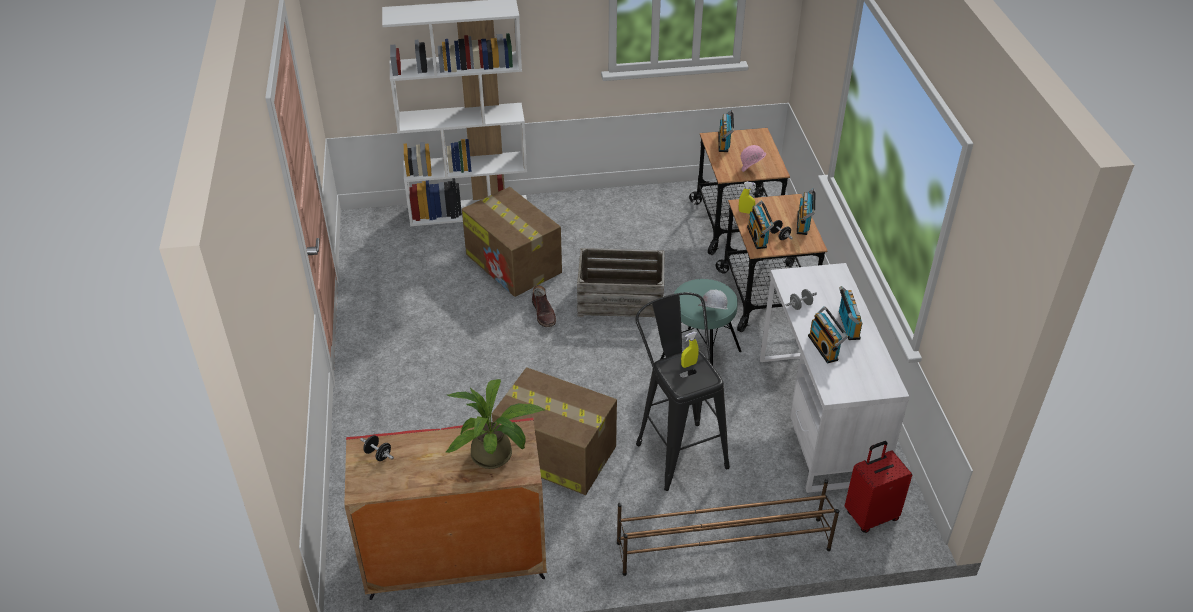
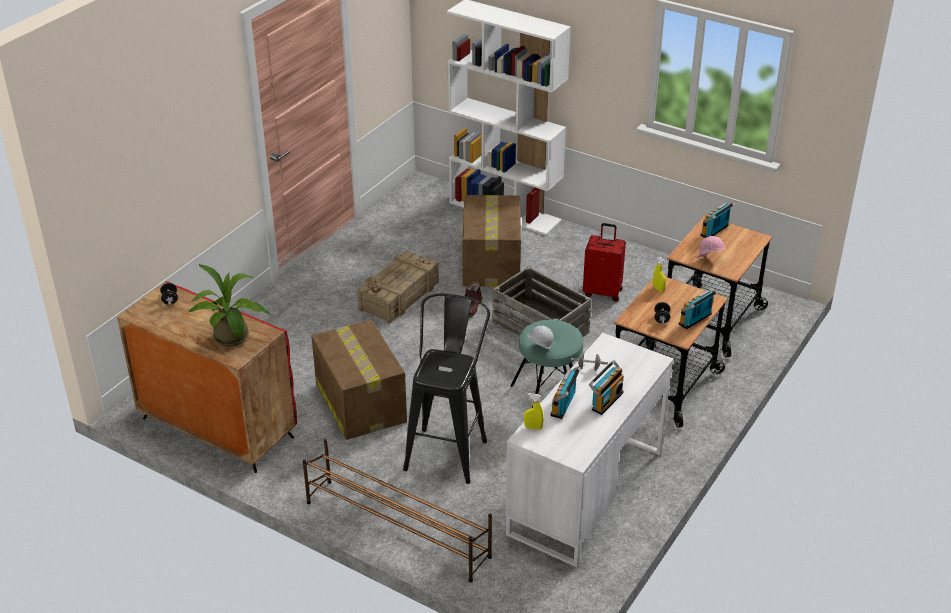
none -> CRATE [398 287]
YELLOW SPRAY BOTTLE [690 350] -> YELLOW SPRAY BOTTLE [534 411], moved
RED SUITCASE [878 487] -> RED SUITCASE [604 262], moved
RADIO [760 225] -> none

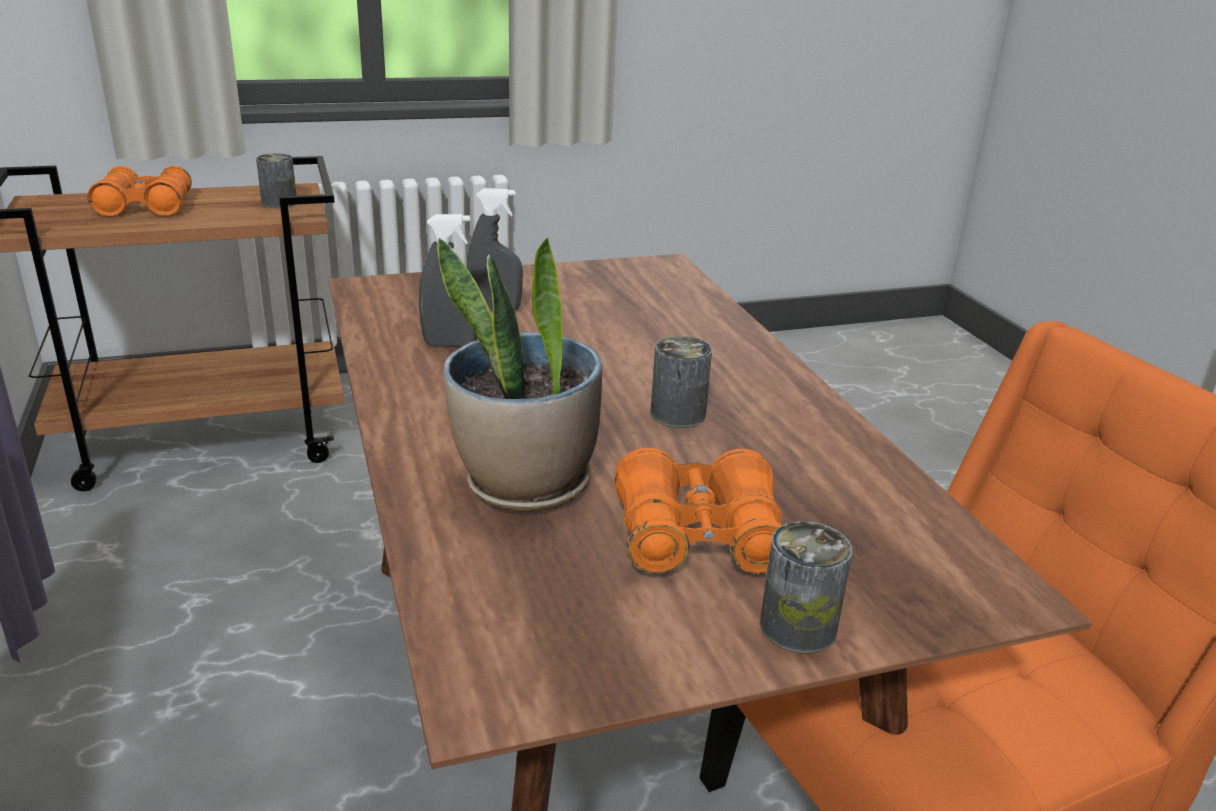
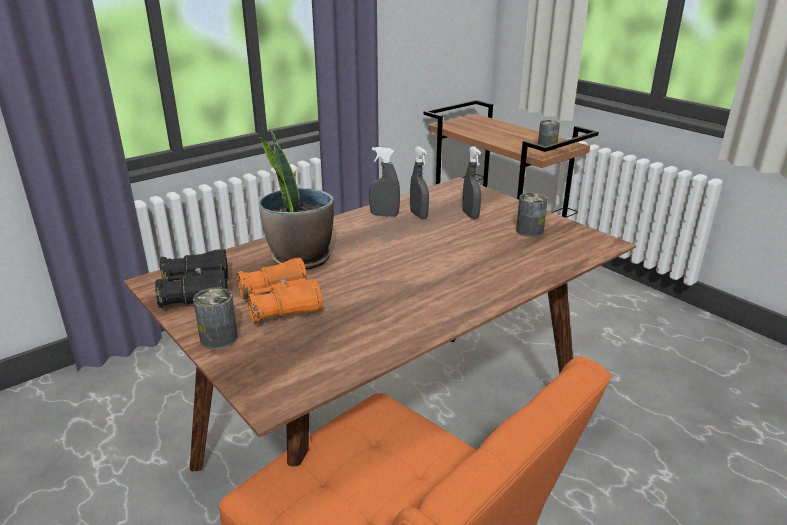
none -> BLACK BINOCULARS [191 278]
none -> GREY SPRAY BOTTLE [384 182]
CAN [681 382] -> CAN [532 215], moved
ORANGE BINOCULARS [139 191] -> none

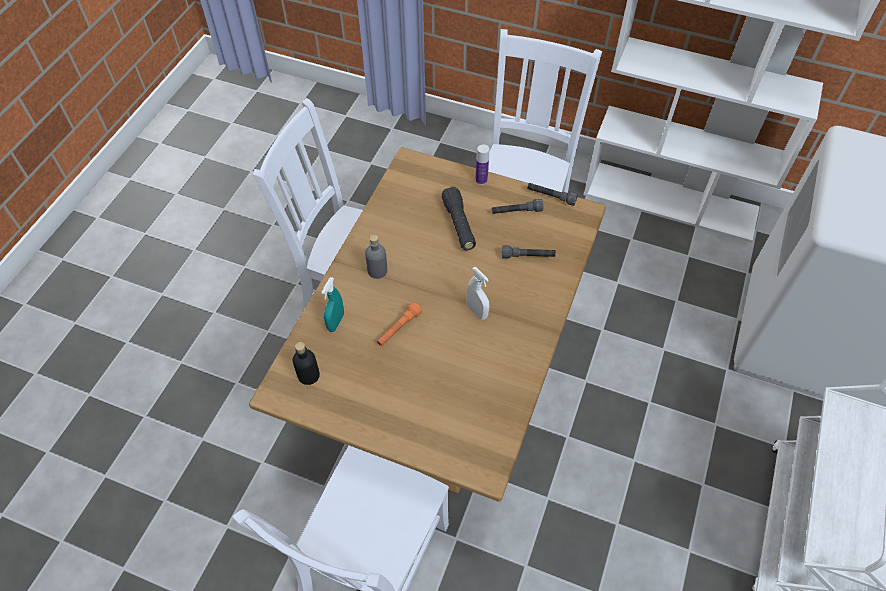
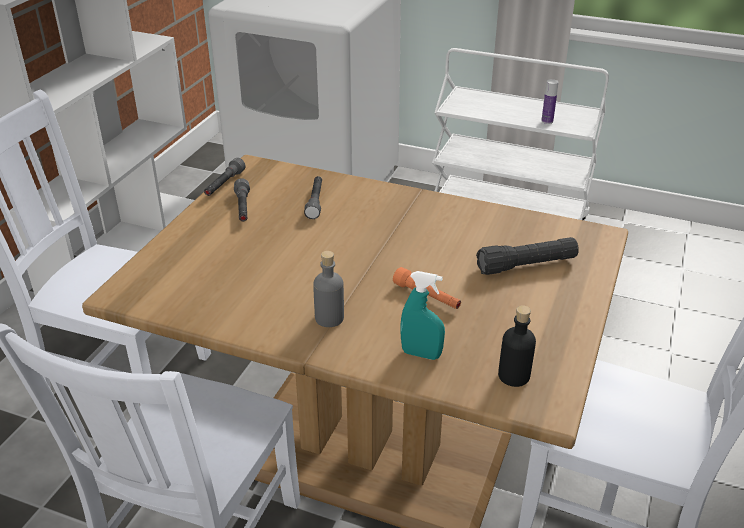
BLACK FLASHLIGHT [459 218] -> BLACK FLASHLIGHT [527 256], moved
BOTTLE [482 164] -> BOTTLE [549 101], moved
WHITE SPRAY BOTTLE [478 293] -> none

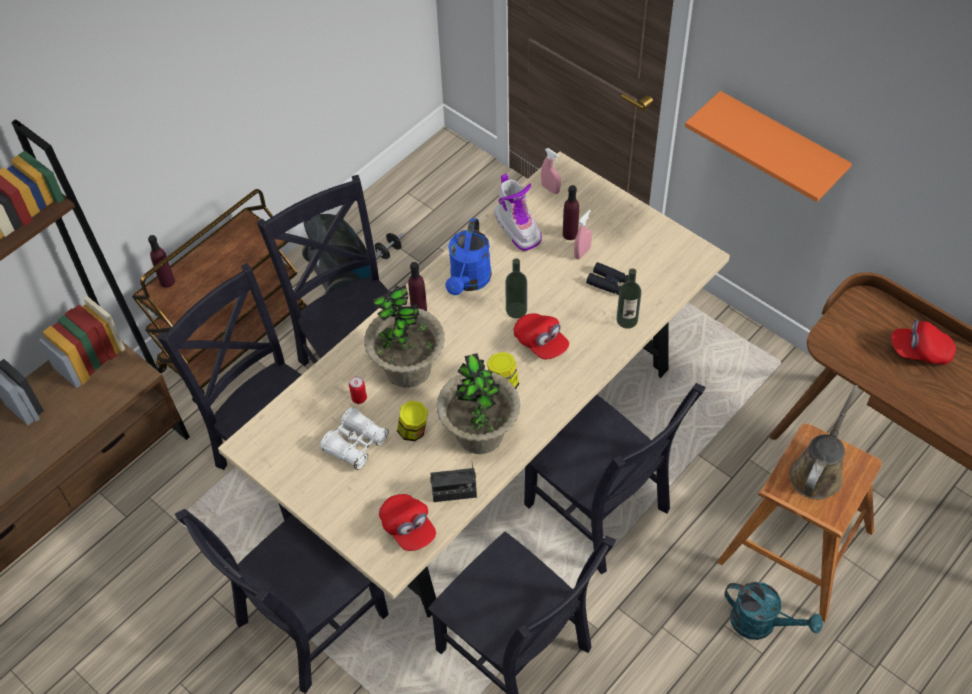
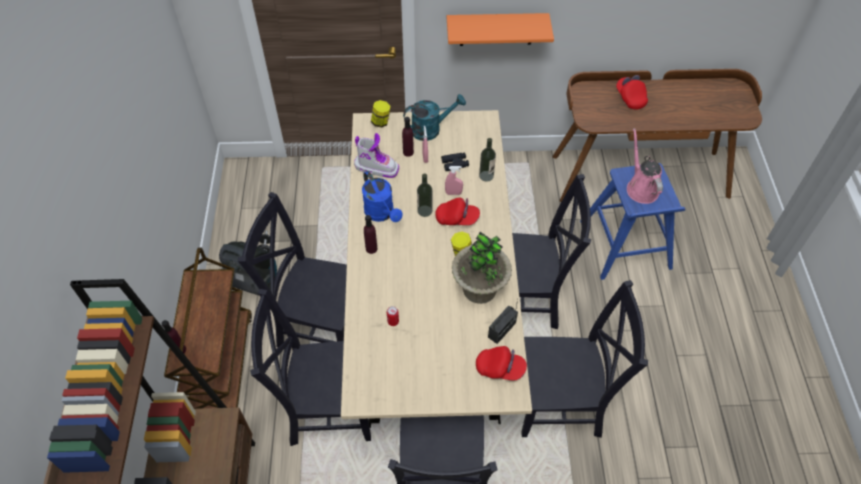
JAR [412 420] -> JAR [381 114], moved
TURQUOISE WATERING CAN [773 611] -> TURQUOISE WATERING CAN [434 117], moved
PINK SPRAY BOTTLE [551 171] -> PINK SPRAY BOTTLE [454 180], moved
BROWN STOOL [799 522] -> BLUE STOOL [633 221]
RED CAP [923 342] -> RED CAP [632 92], 105 degrees clockwise
BROWN WATERING CAN [823 442] -> PINK WATERING CAN [645 166]
WHITE BINOCULARS [354 438] -> none
POTTED PLANT [404 336] -> none

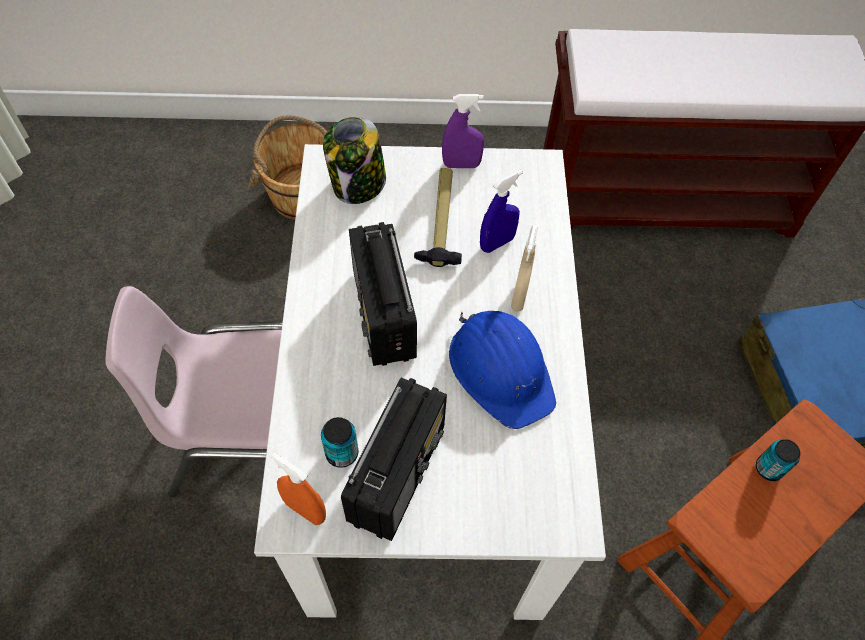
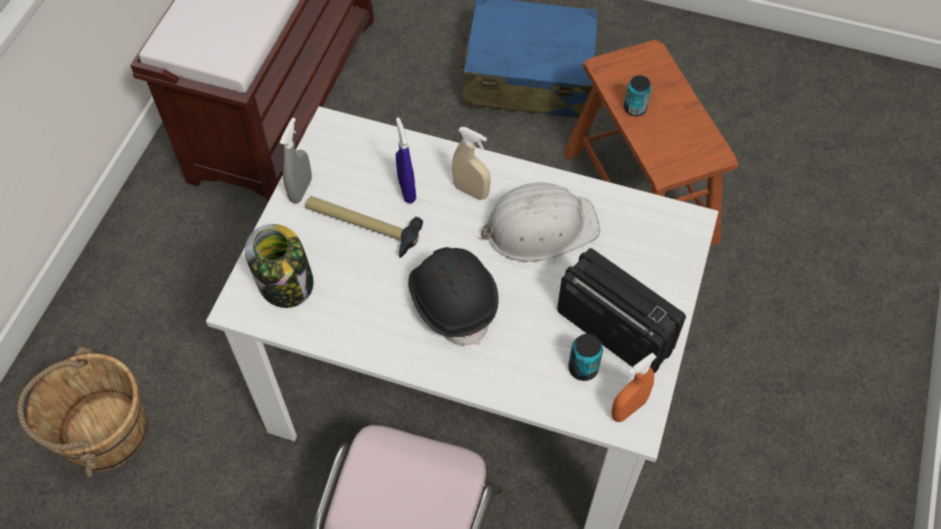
PURPLE SPRAY BOTTLE [463 131] -> GREY SPRAY BOTTLE [296 160]
RADIO [383 294] -> BLACK HARD HAT [453 296]
BLUE HARD HAT [502 370] -> WHITE HARD HAT [540 222]

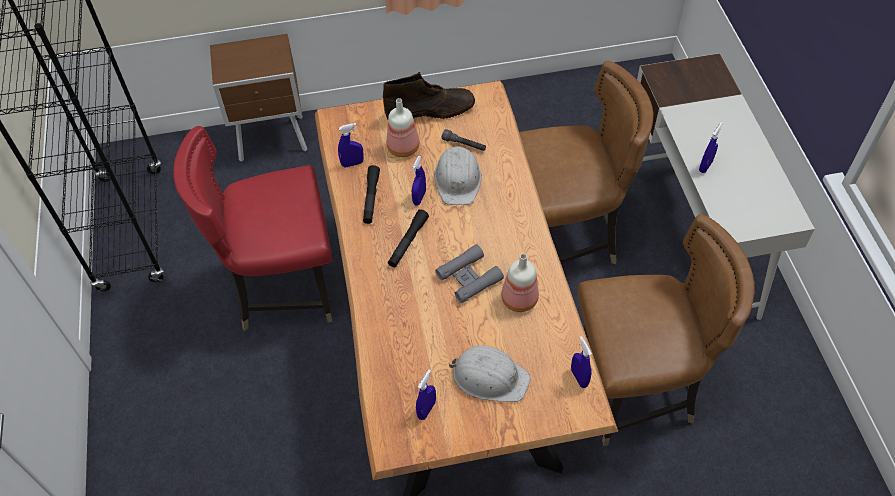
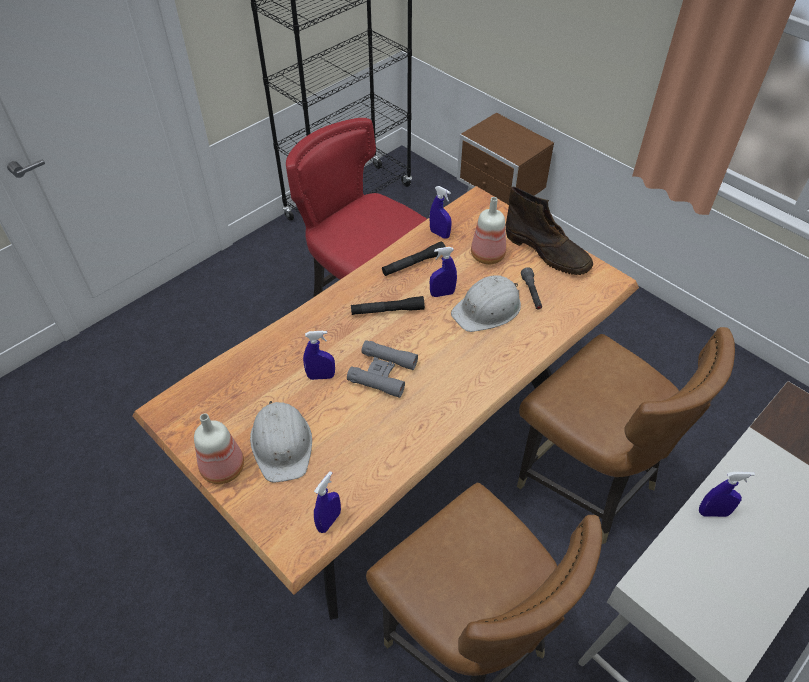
BOTTLE [520 283] -> BOTTLE [219 448], moved
BLUE SPRAY BOTTLE [426 394] -> BLUE SPRAY BOTTLE [319 355], moved

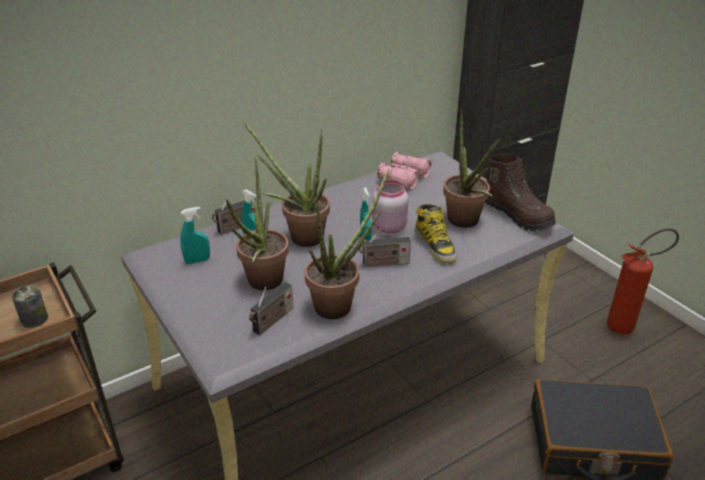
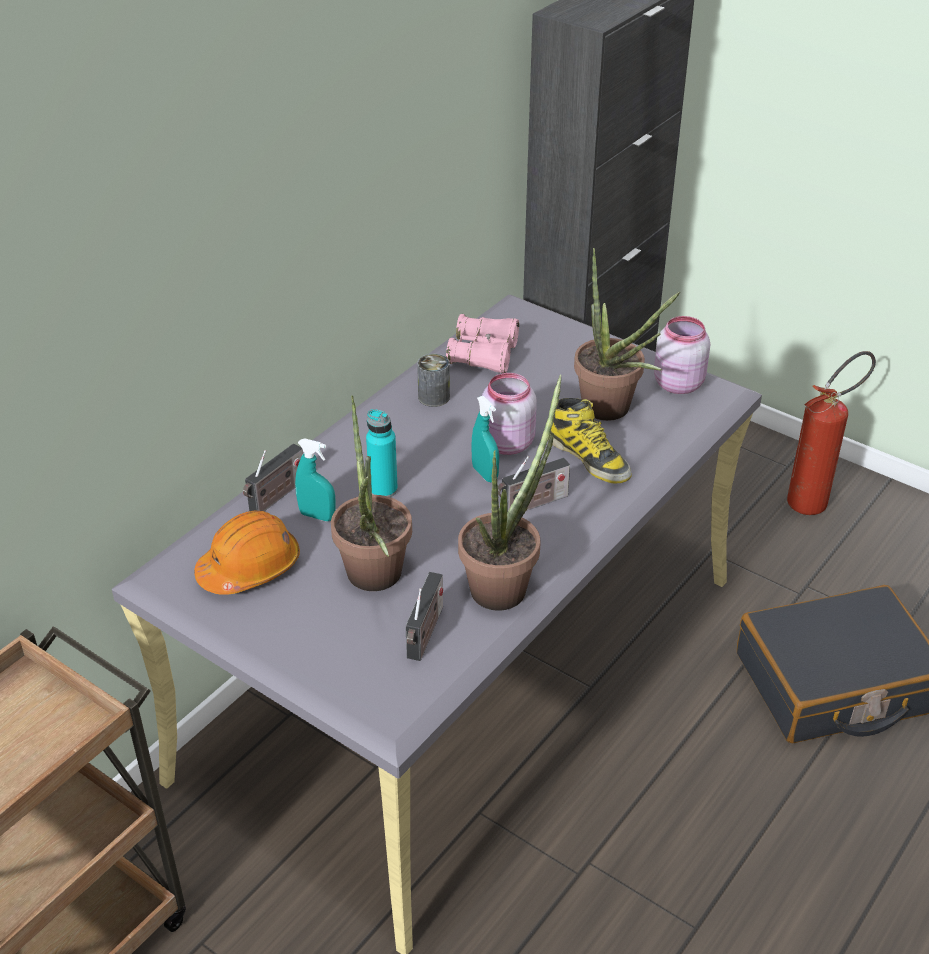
TURQUOISE SPRAY BOTTLE [195 235] -> ORANGE HARD HAT [247 553]
POTTED PLANT [286 184] -> TURQUOISE BOTTLE [382 453]
CAN [30 306] -> CAN [433 380], moved
BROWN BOOT [520 193] -> PINK JAR [682 355]

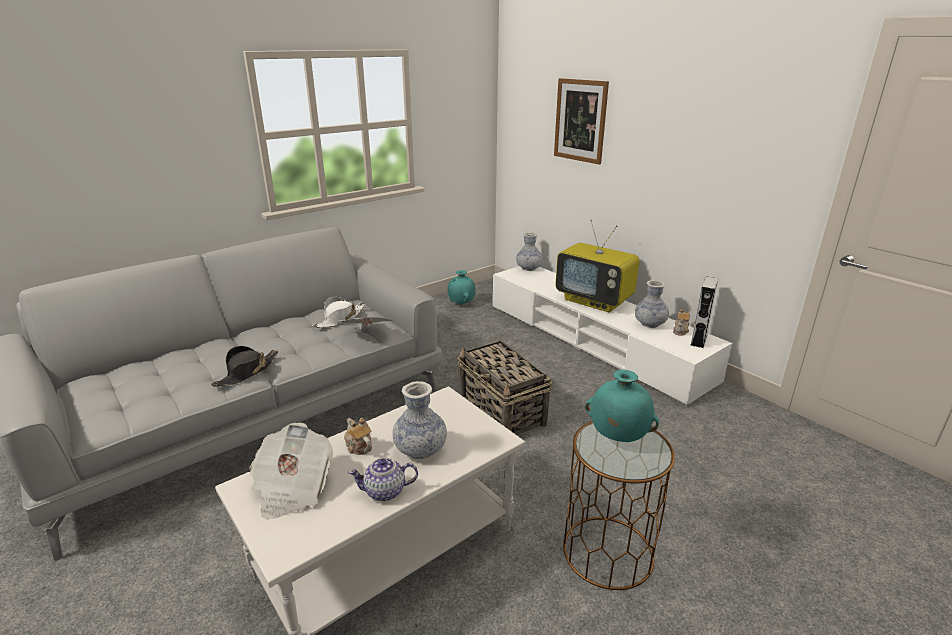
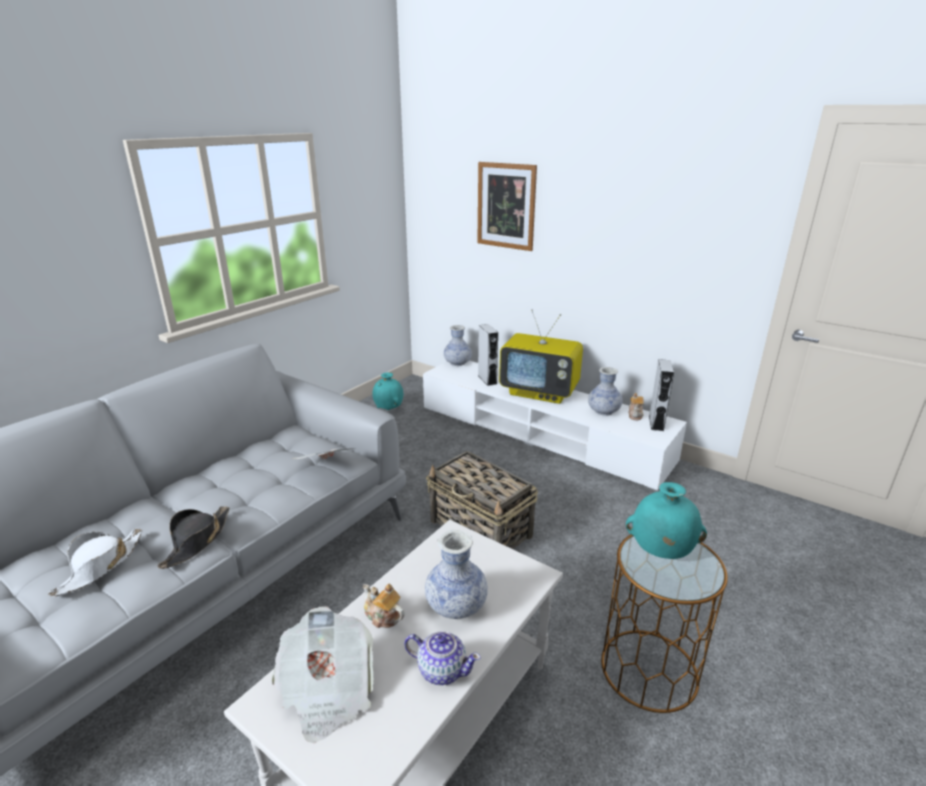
WHITE HAT [338 312] -> WHITE HAT [95 563], moved
TEAPOT [383 479] -> TEAPOT [442 658], 135 degrees counterclockwise
none -> GREY SPEAKER [488 355]

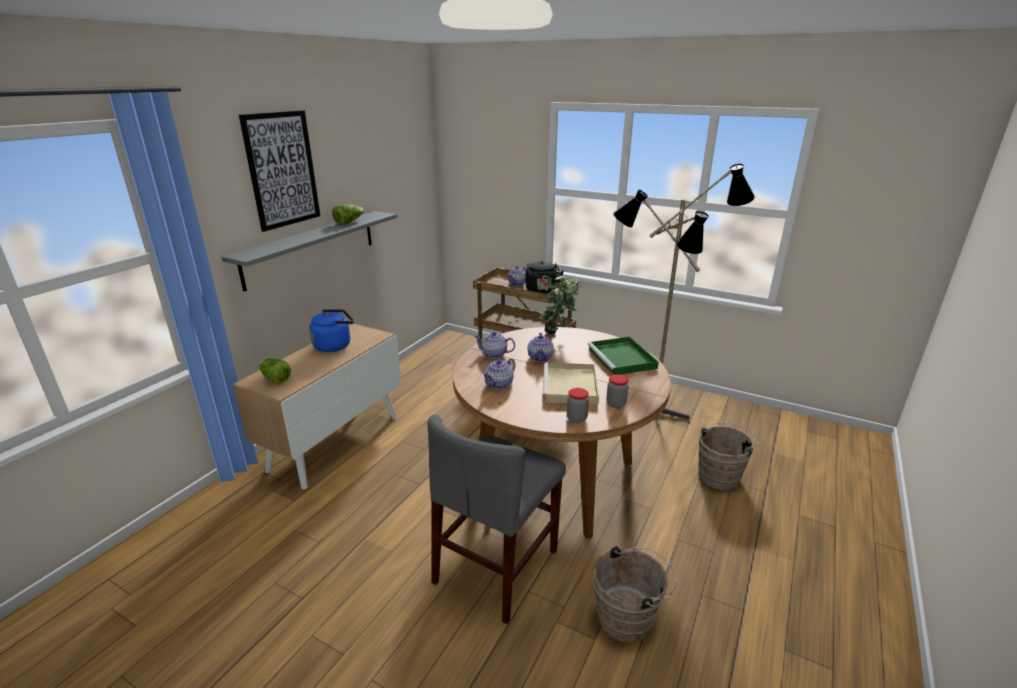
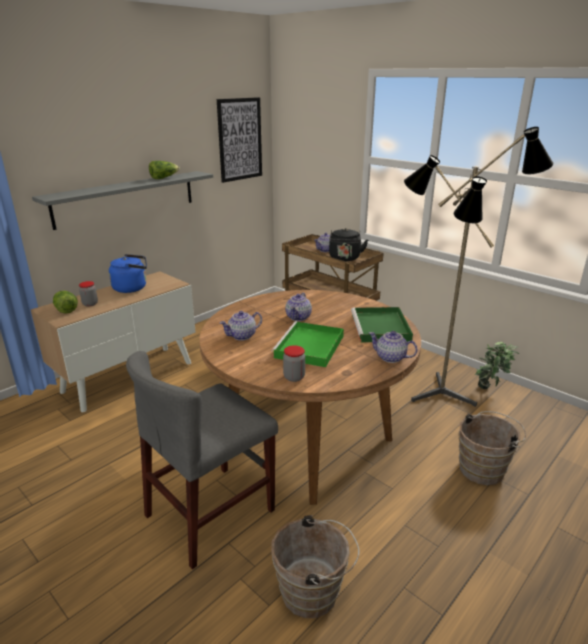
JAR [617 391] -> JAR [88 293], moved
PICTURE [279 171] -> PICTURE [239 140], moved
BEIGE TRAY [571 383] -> GREEN TRAY [307 344]
TEAPOT [494 344] -> TEAPOT [393 347], moved
POTTED PLANT [560 305] -> POTTED PLANT [497 365], moved

